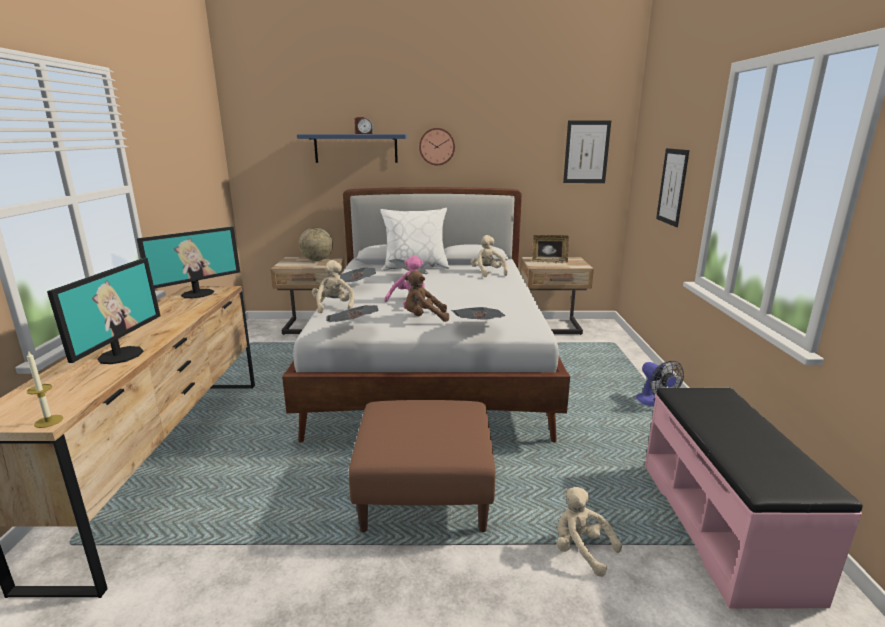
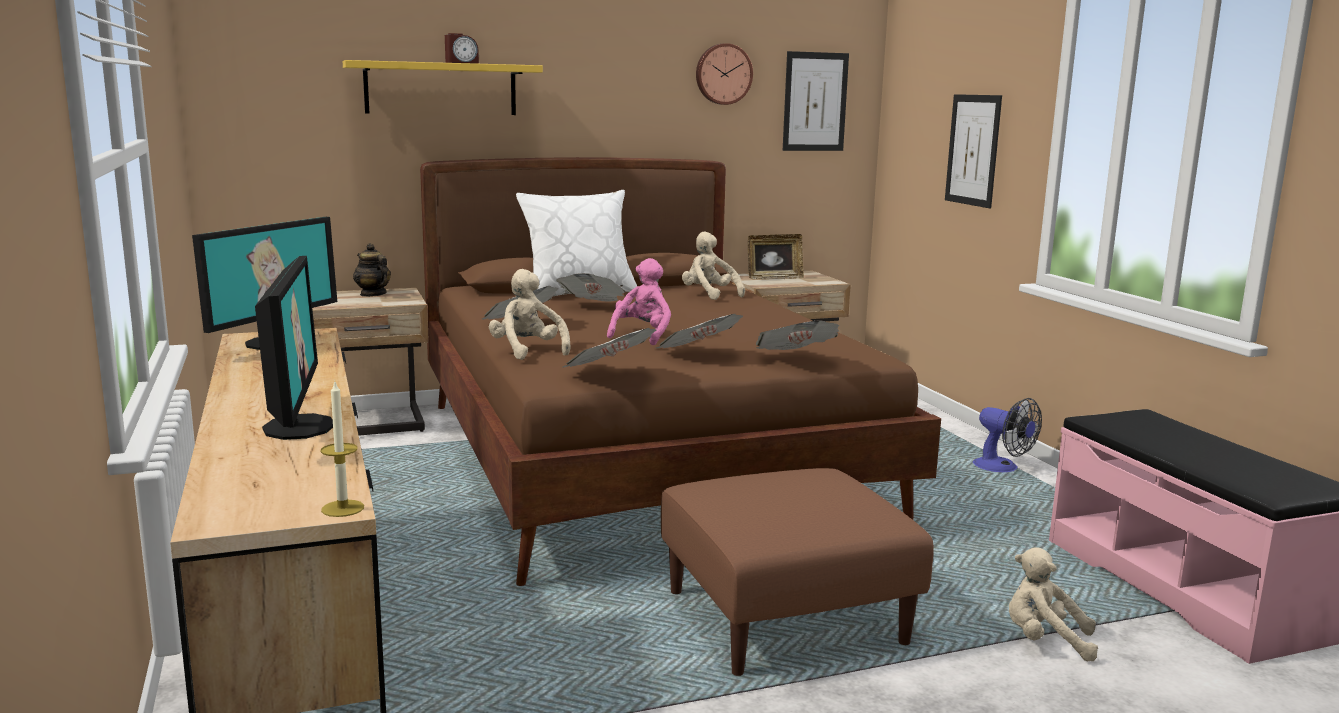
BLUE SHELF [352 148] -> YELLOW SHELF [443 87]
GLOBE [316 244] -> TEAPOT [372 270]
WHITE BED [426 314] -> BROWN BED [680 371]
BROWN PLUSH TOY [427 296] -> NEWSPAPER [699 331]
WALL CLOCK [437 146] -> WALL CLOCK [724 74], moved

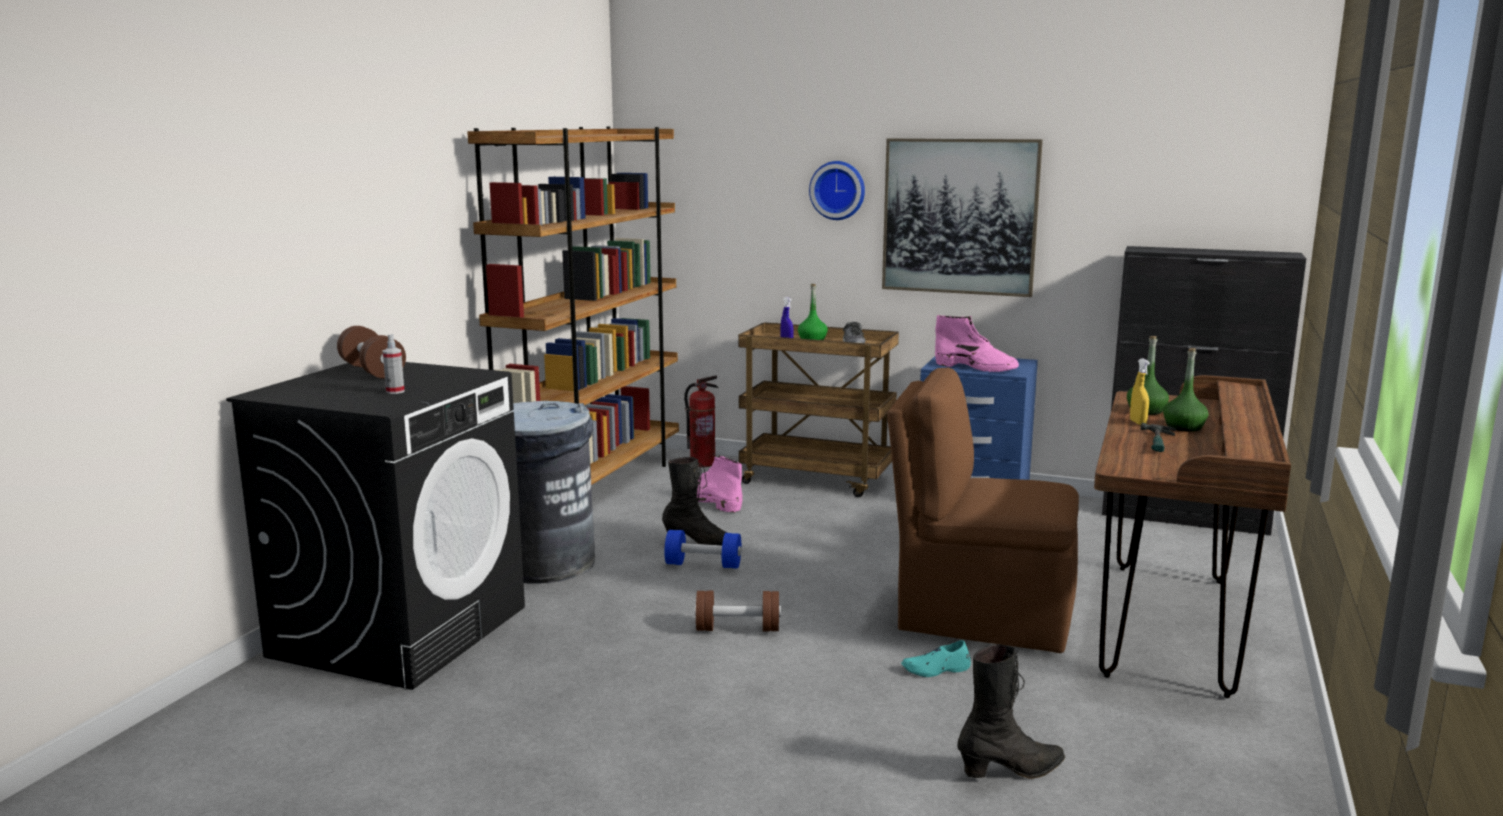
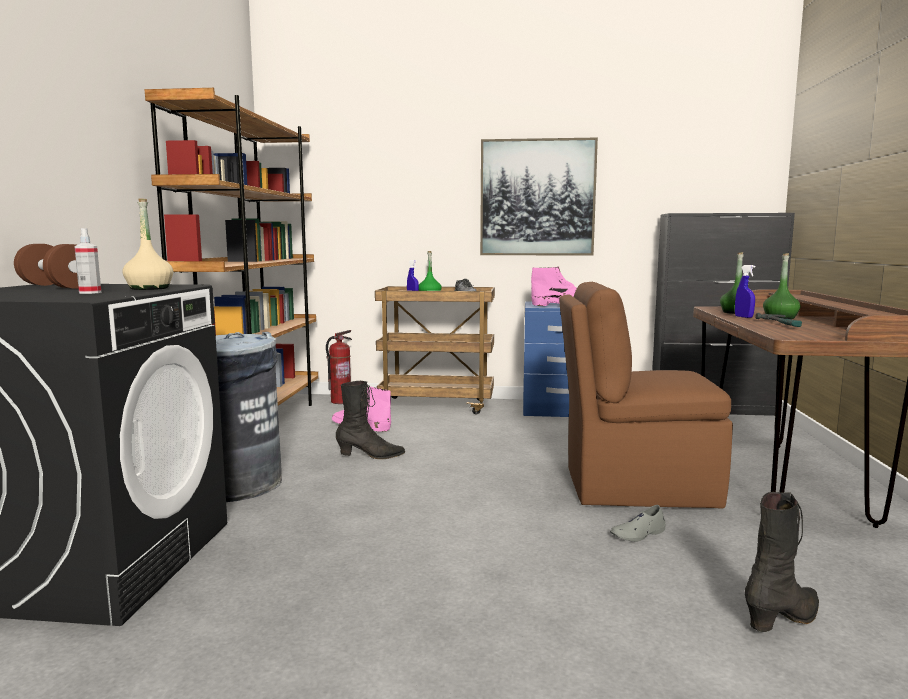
none -> BEIGE BOTTLE [147 244]
TURQUOISE SHOE [936 658] -> GREY SHOE [638 523]
YELLOW SPRAY BOTTLE [1140 391] -> BLUE SPRAY BOTTLE [745 291]
BLUE DUMBBELL [702 549] -> none
BROWN DUMBBELL [738 611] -> none
WALL CLOCK [837 190] -> none

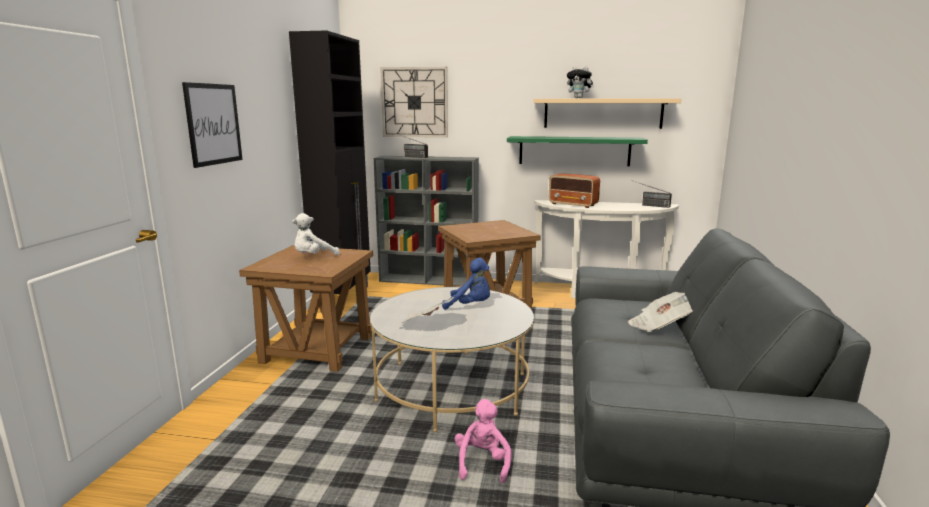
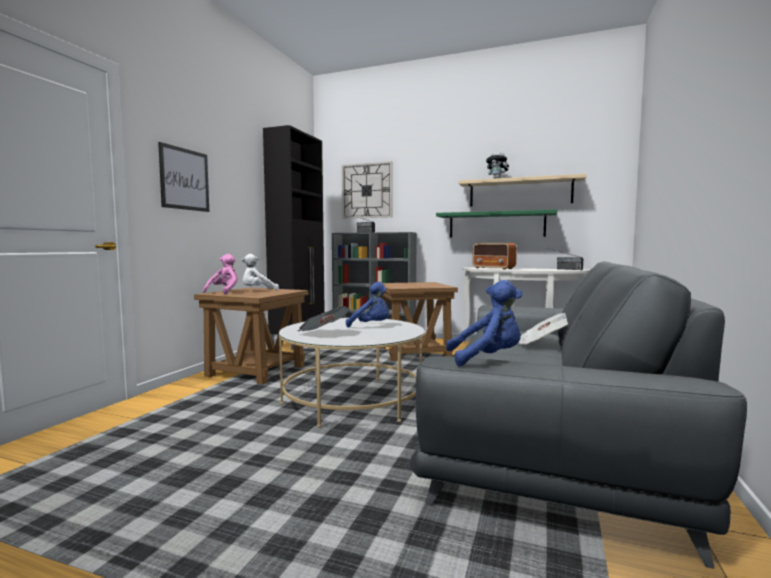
PINK PLUSH TOY [483 441] -> PINK PLUSH TOY [220 274], moved
none -> BLUE PLUSH TOY [484 323]

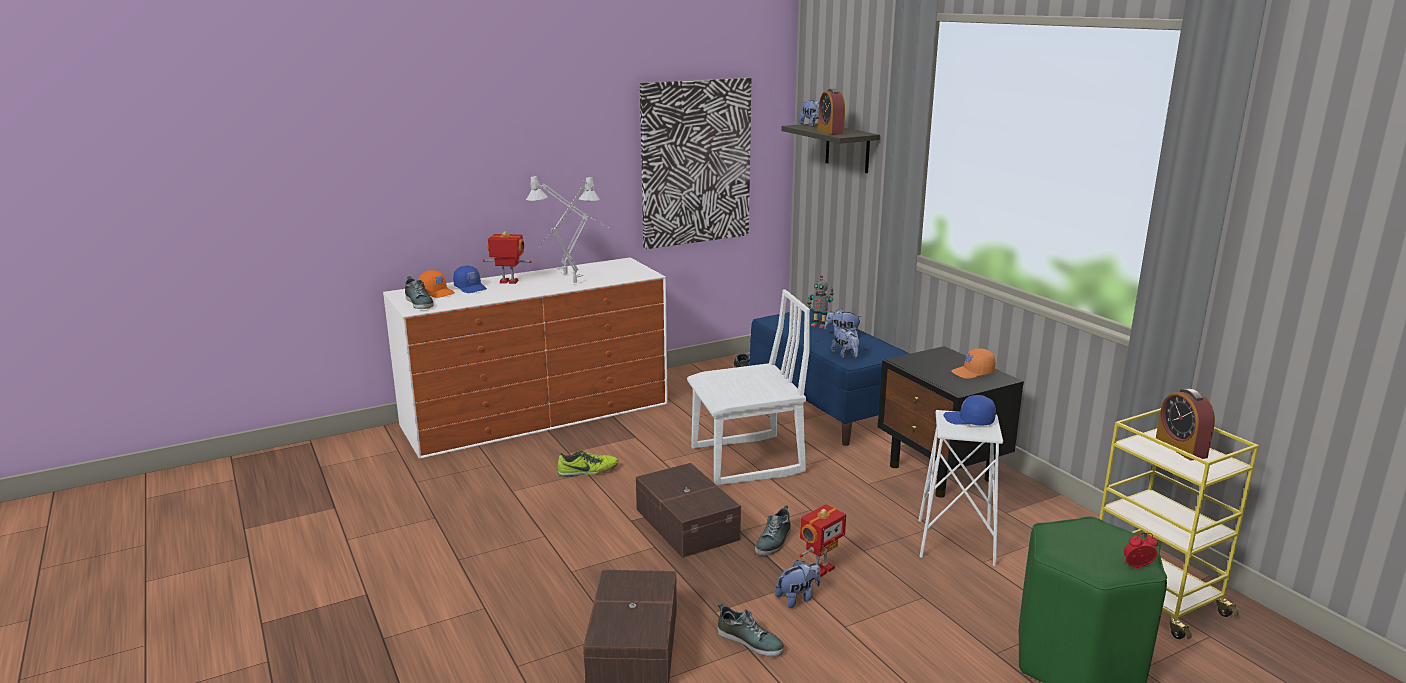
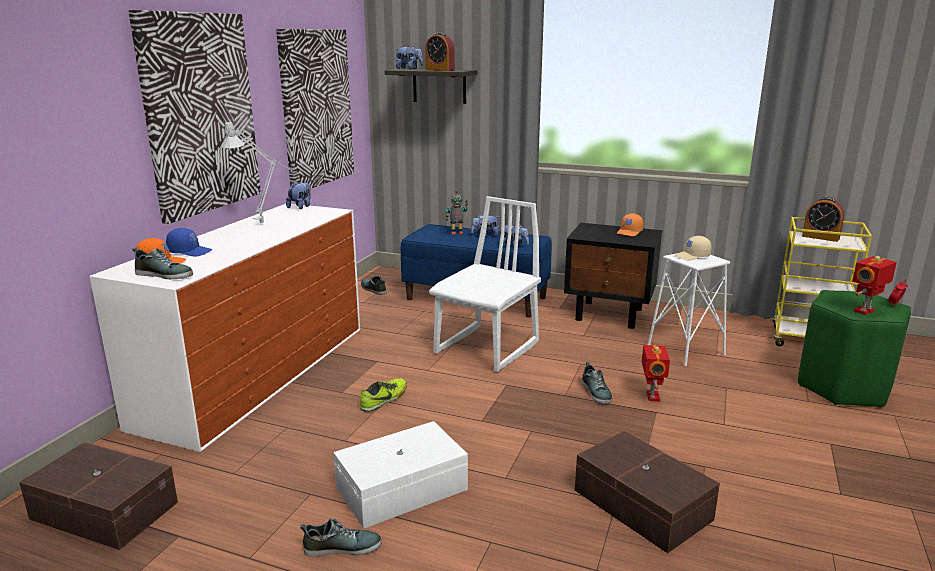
BROWN STORAGE BOX [688 510] -> BROWN STORAGE BOX [98 496], moved
none -> PICTURE [195 117]
PLUSH TOY [797 584] -> PLUSH TOY [298 195], moved
SHOE [751 630] -> SHOE [341 537], moved
none -> WHITE STORAGE BOX [400 475]
BLUE CAP [970 410] -> BEIGE CAP [693 248]
TOY ROBOT [507 257] -> TOY ROBOT [874 285], moved
GREY TABLE LAMP [568 229] -> none

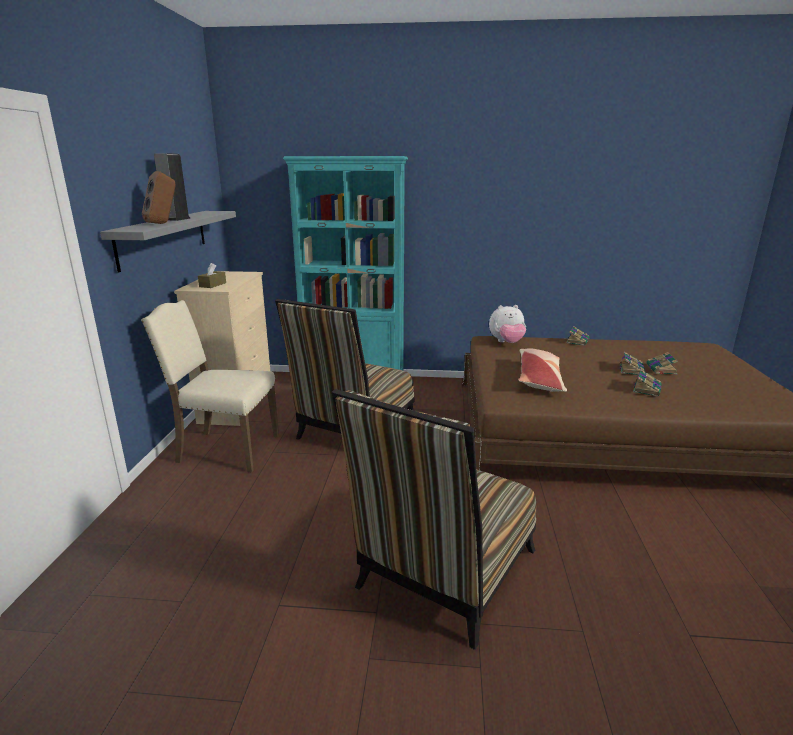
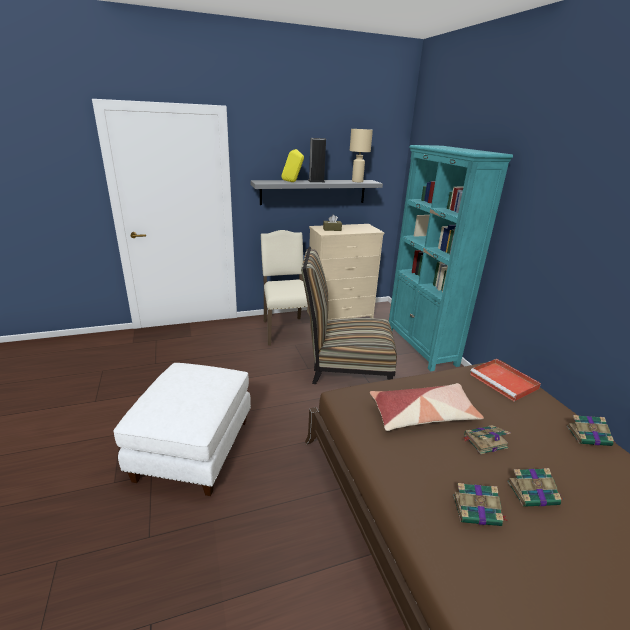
CHAIR [434 519] -> WHITE OTTOMAN [182 429]
BROWN SPEAKER [159 197] -> YELLOW SPEAKER [293 165]
none -> BEIGE TABLE LAMP [361 155]
BOOK [662 363] -> BOOK [486 439], moved
PLUSH TOY [507 324] -> RED TRAY [505 380]

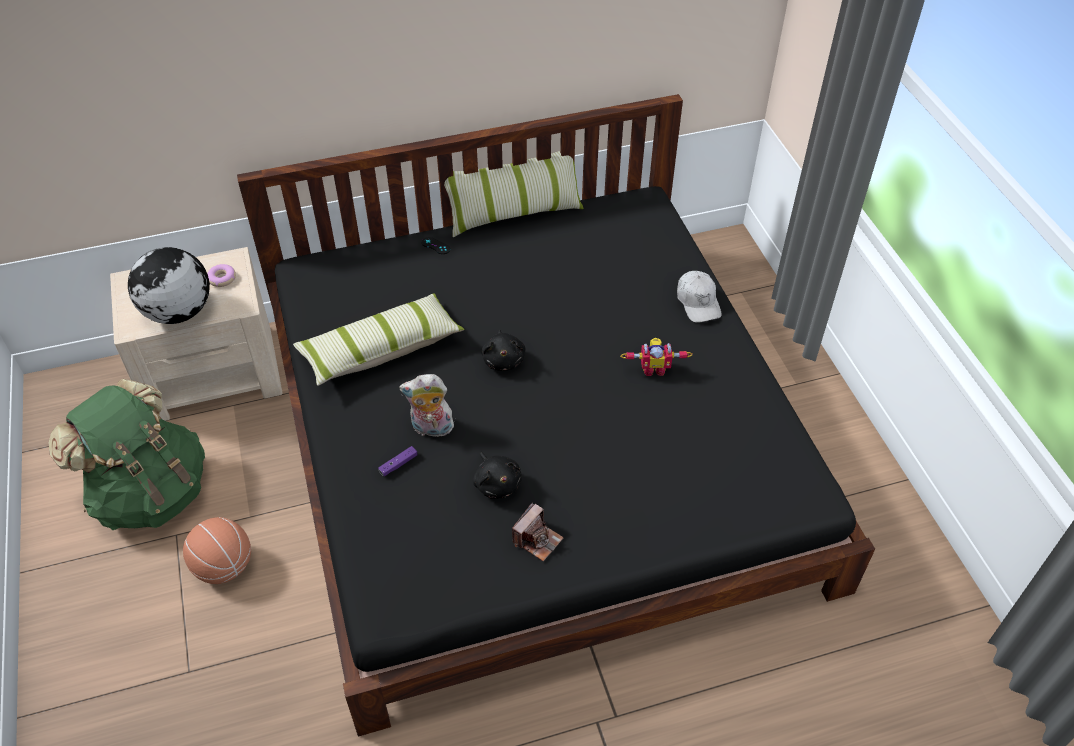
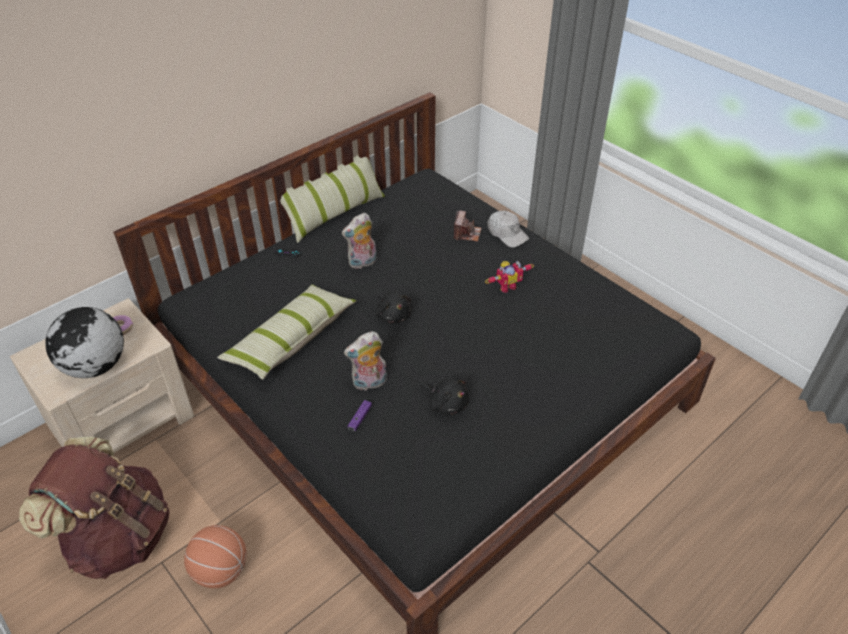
GREEN BACKPACK [126 454] -> BROWN BACKPACK [94 508]
none -> PLUSH TOY [359 241]
PHOTO CAMERA [538 531] -> PHOTO CAMERA [468 225], moved

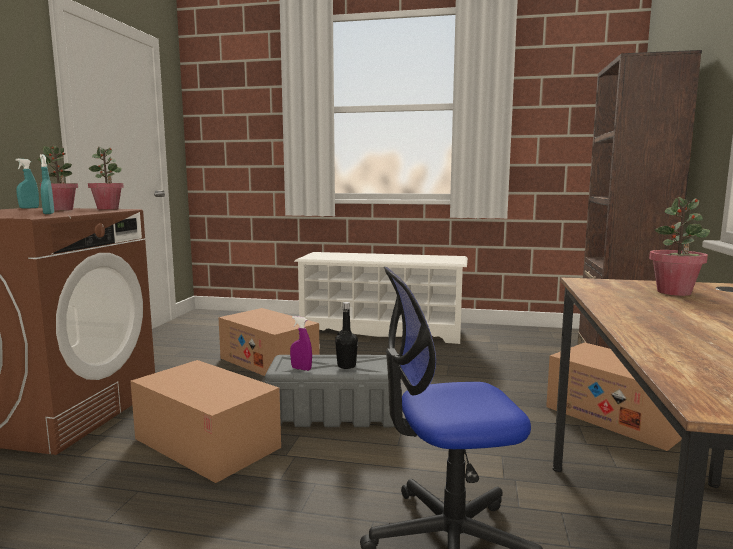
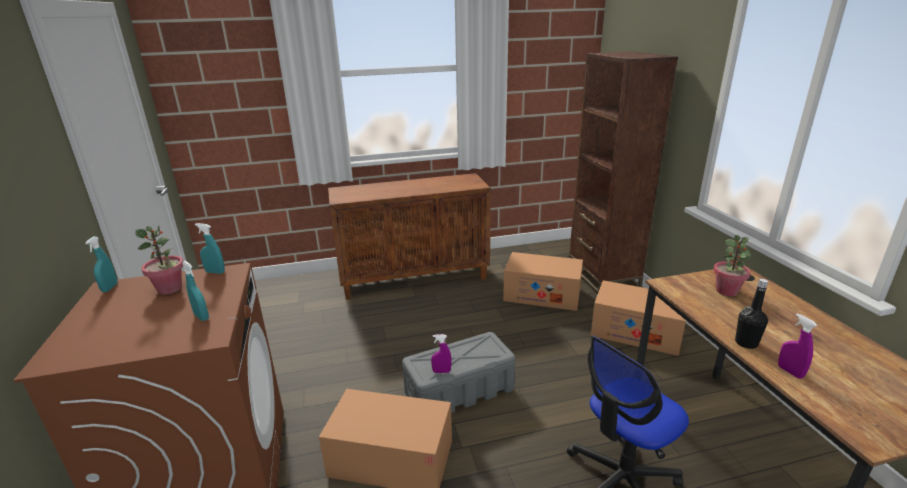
POTTED PLANT [106 178] -> TURQUOISE SPRAY BOTTLE [210 248]
WHITE SHOE RACK [381 298] -> BROWN CABINET [409 236]
CARDBOARD BOX [269 342] -> CARDBOARD BOX [543 281], moved
BLACK BOTTLE [346 335] -> BLACK BOTTLE [751 314], moved
none -> PURPLE SPRAY BOTTLE [797 346]

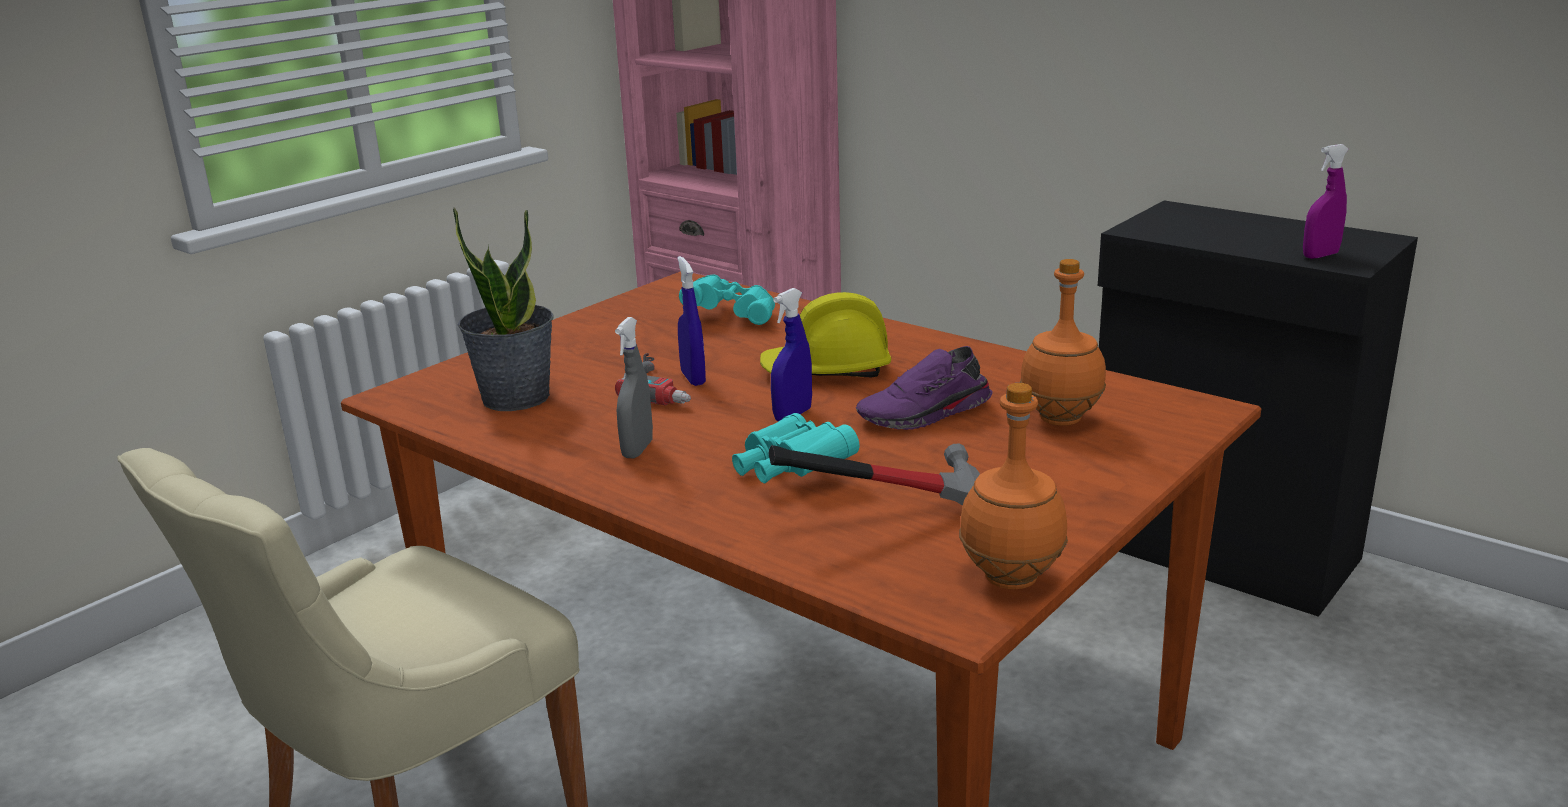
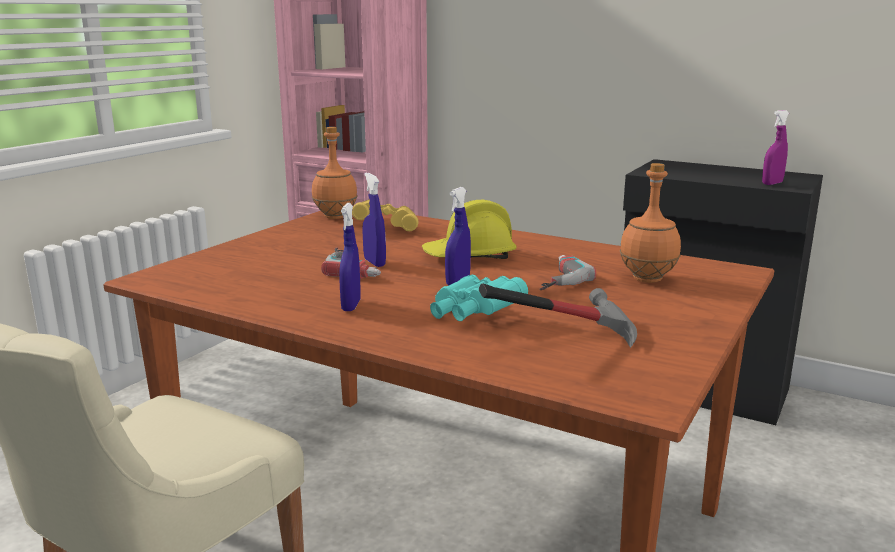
ORANGE BOTTLE [1013 486] -> ORANGE BOTTLE [335 173], moved
GREY SPRAY BOTTLE [634 388] -> BLUE SPRAY BOTTLE [350 257]
TURQUOISE BINOCULARS [727 299] -> YELLOW BINOCULARS [385 215]
PURPLE SHOE [924 388] -> POWER DRILL [568 272]
POTTED PLANT [503 309] -> none

